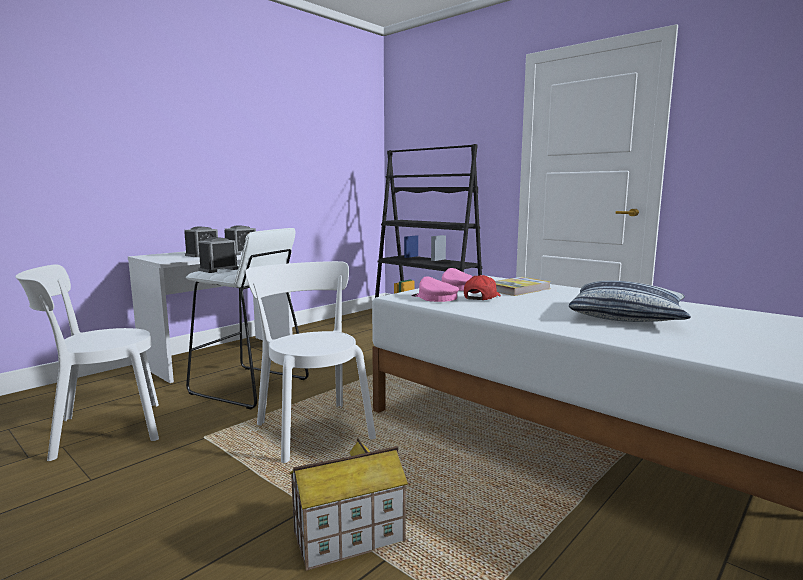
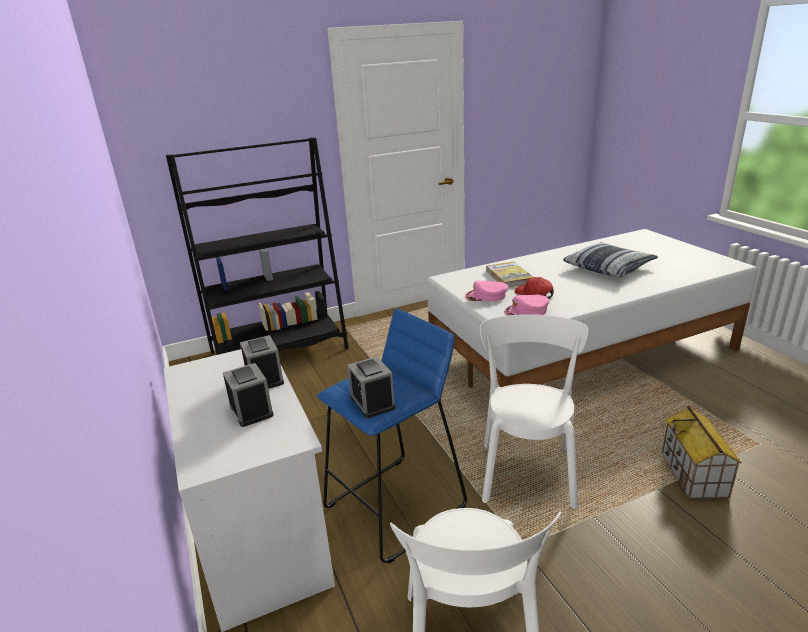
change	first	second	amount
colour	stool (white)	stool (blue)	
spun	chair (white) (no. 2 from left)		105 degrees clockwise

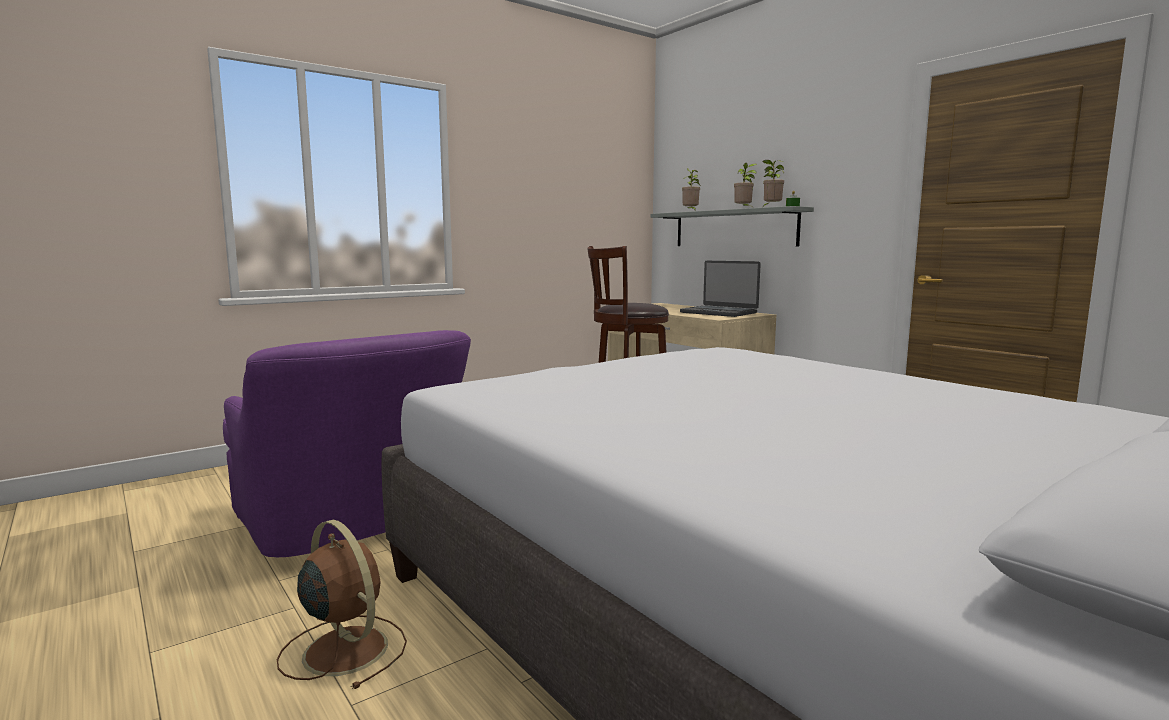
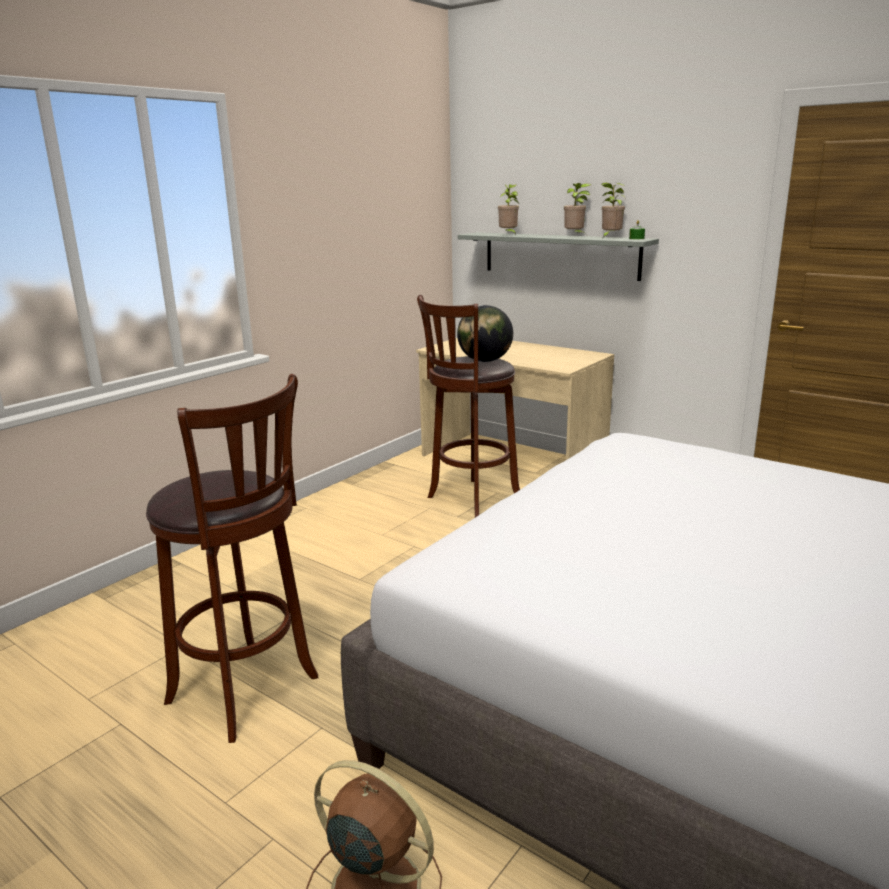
change	first	second	amount
missing	laptop		
appeared		globe	
exchanged	armchair (purple)	stool (brown) (no. 1 from left)	

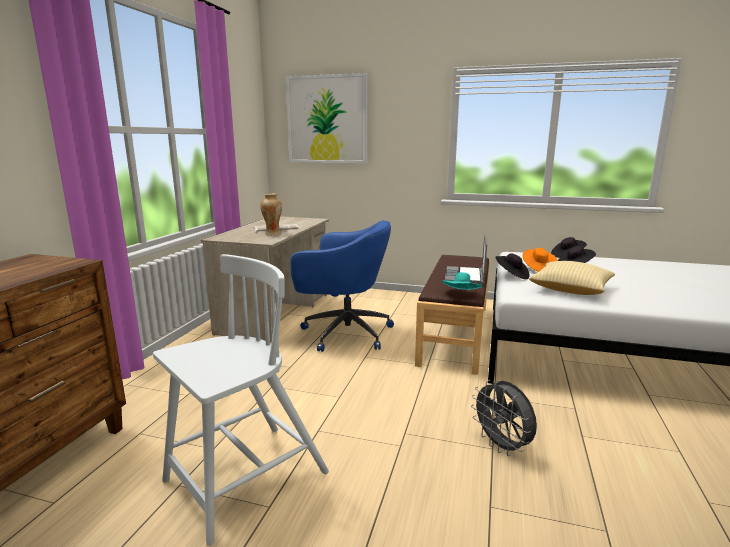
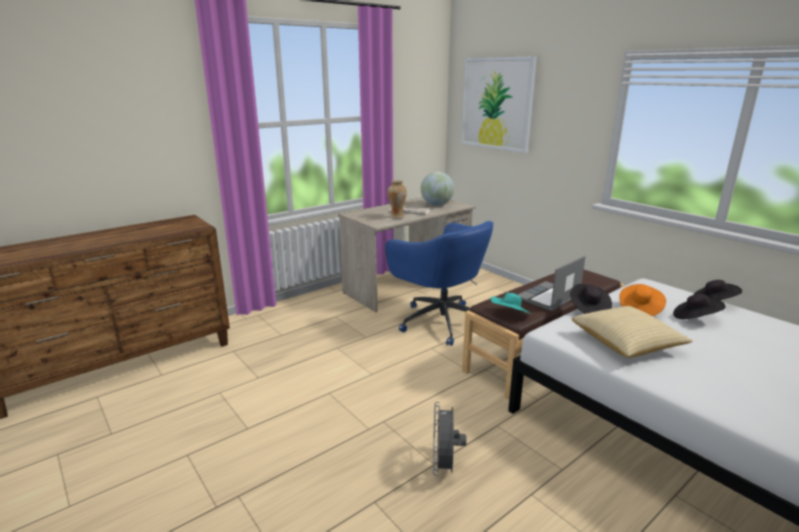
change	first	second	amount
missing	chair (white)		
appeared		globe	

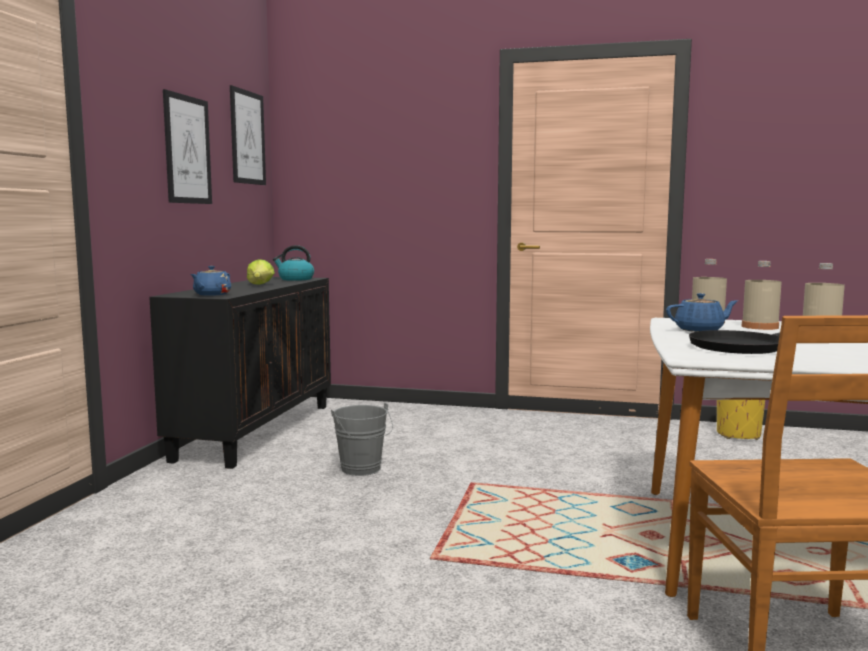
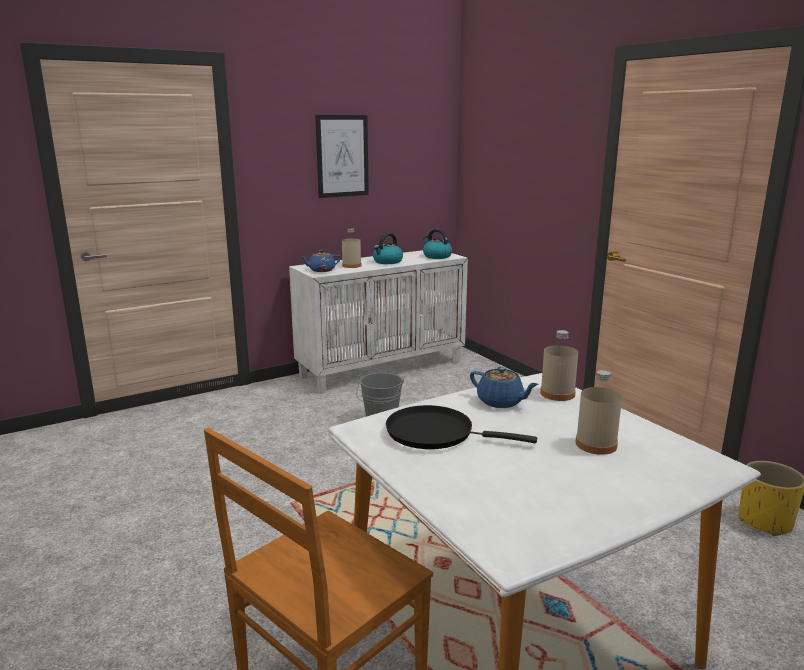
change	first	second	amount
missing	picture (no. 2 from left)		
relocated	bottle (beige) (no. 2 from left in the first image)	bottle (beige) (no. 1 from left)	
exchanged	lettuce	kettle (no. 1 from left)	
colour	cabinet (black)	cabinet (white)	

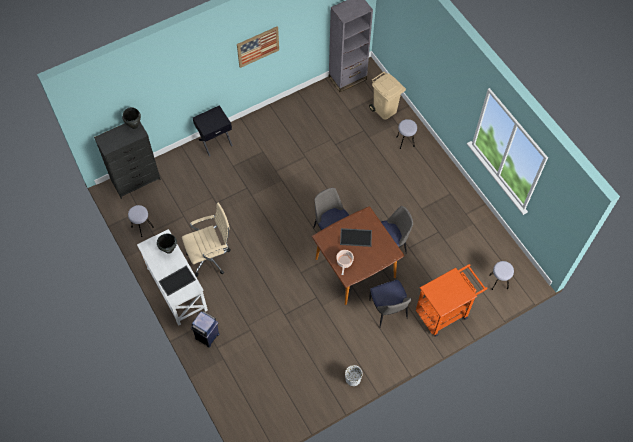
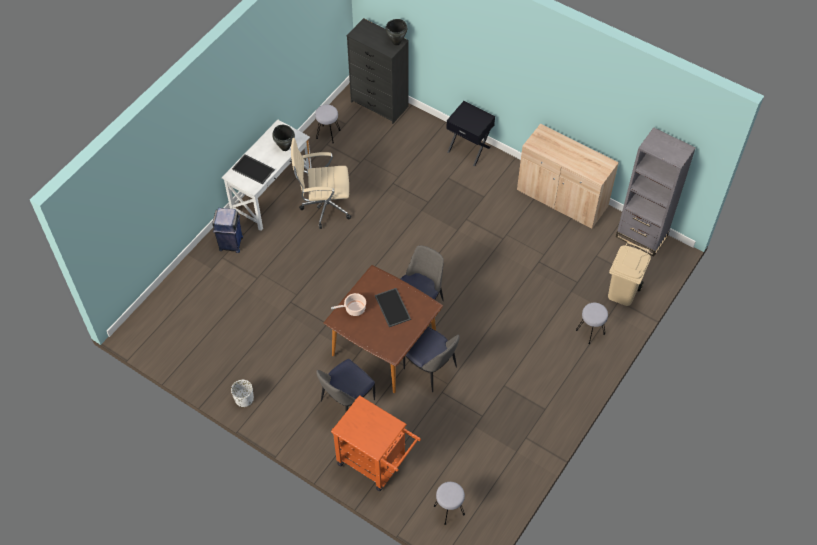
change	first	second	amount
missing	picture		
appeared		cabinet (beige)	
spun	office chair (beige)		135 degrees clockwise

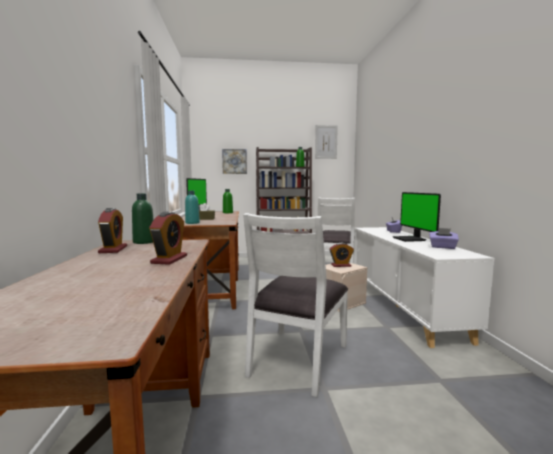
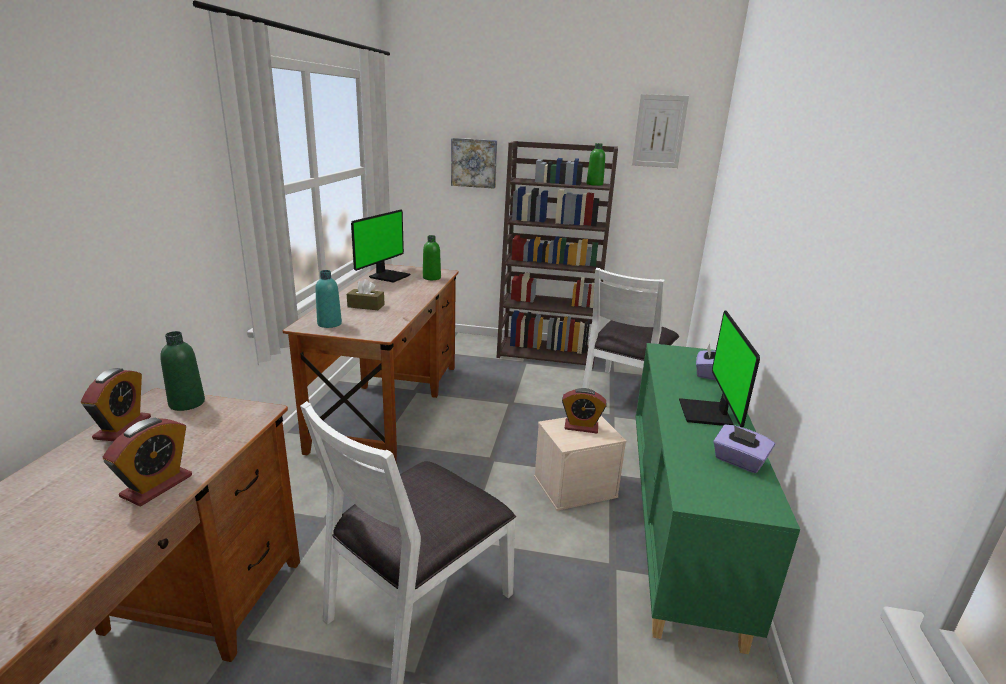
change	first	second	amount
colour	cabinet (white)	cabinet (green)	

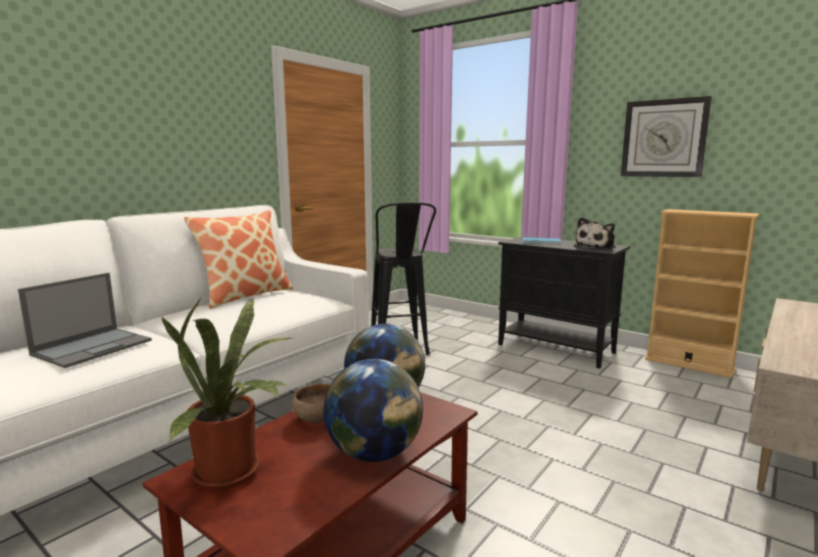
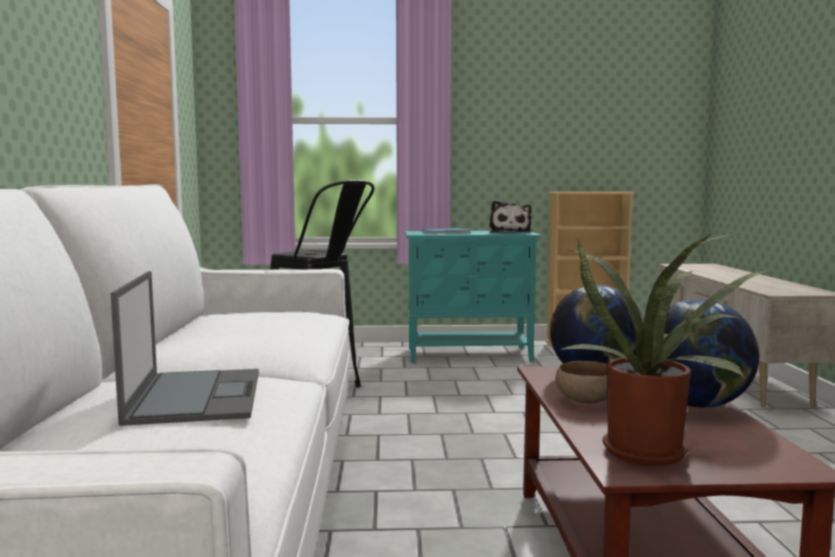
change	first	second	amount
missing	pillow		
missing	wall clock		
colour	cabinet (black)	cabinet (turquoise)	

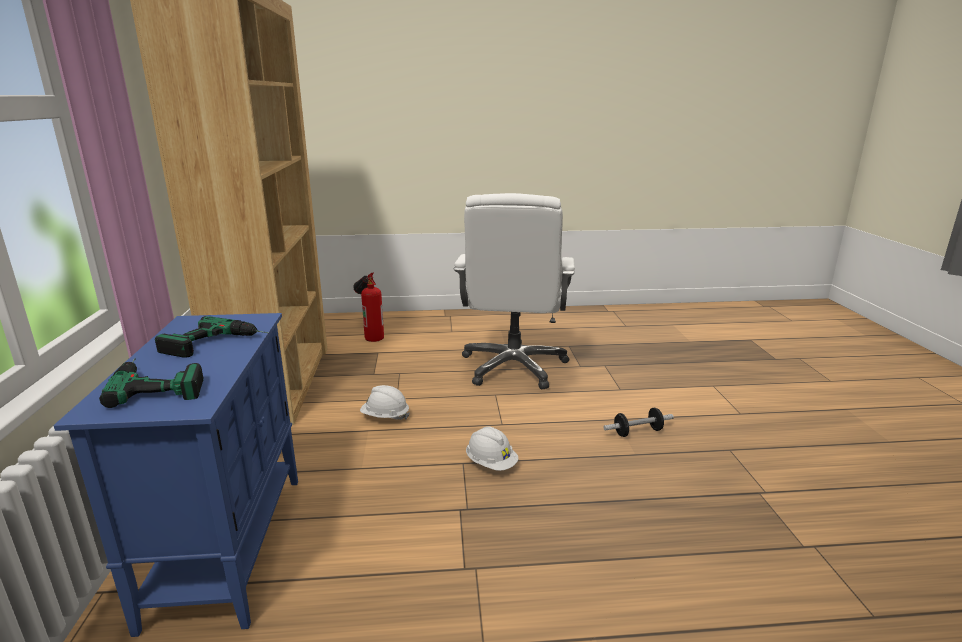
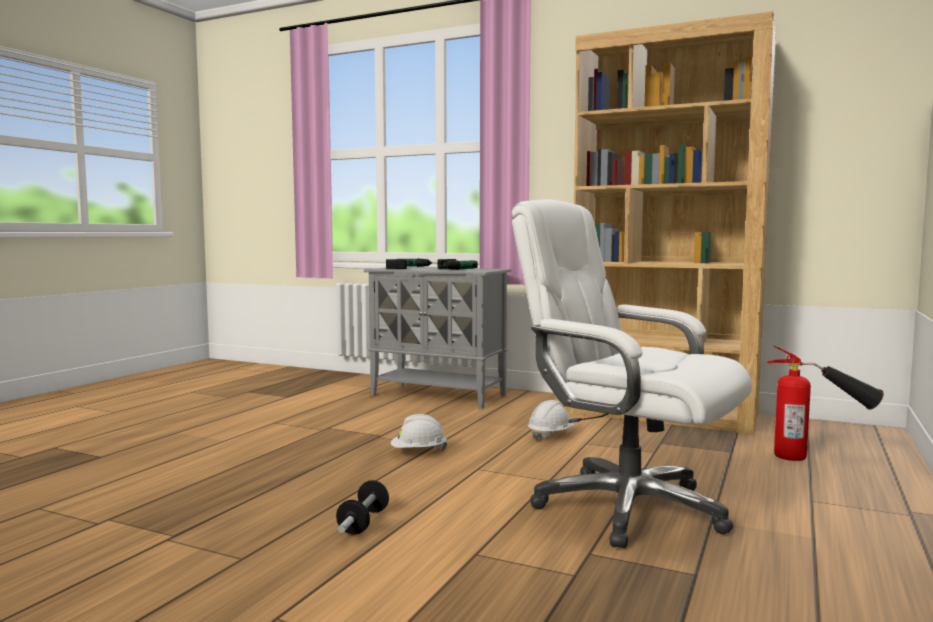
change	first	second	amount
colour	cabinet (blue)	cabinet (grey)	

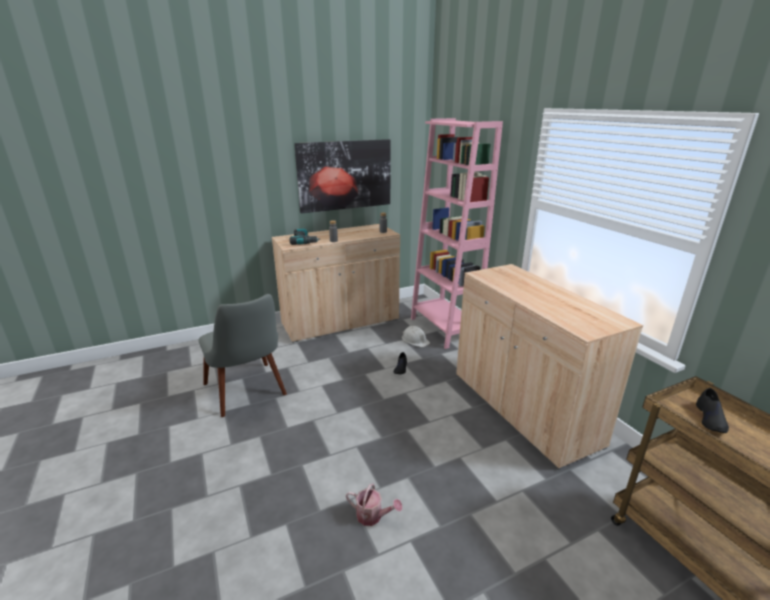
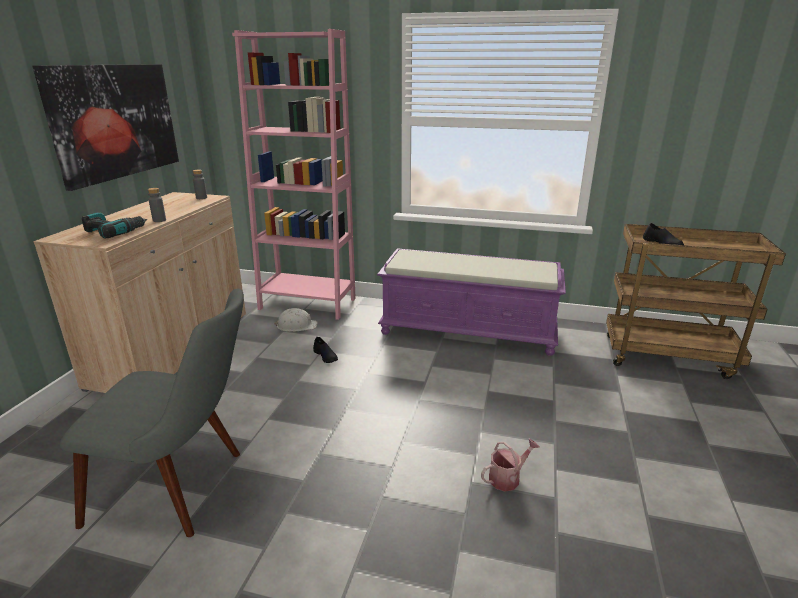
change	first	second	amount
exchanged	cabinet (beige) (no. 2 from left)	bench (purple)	

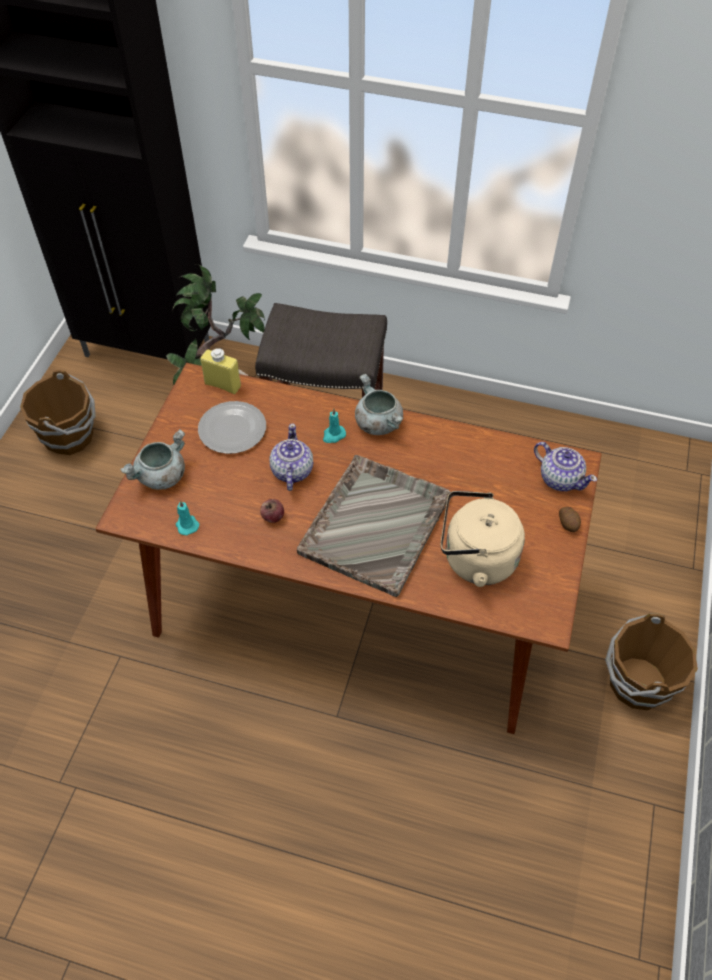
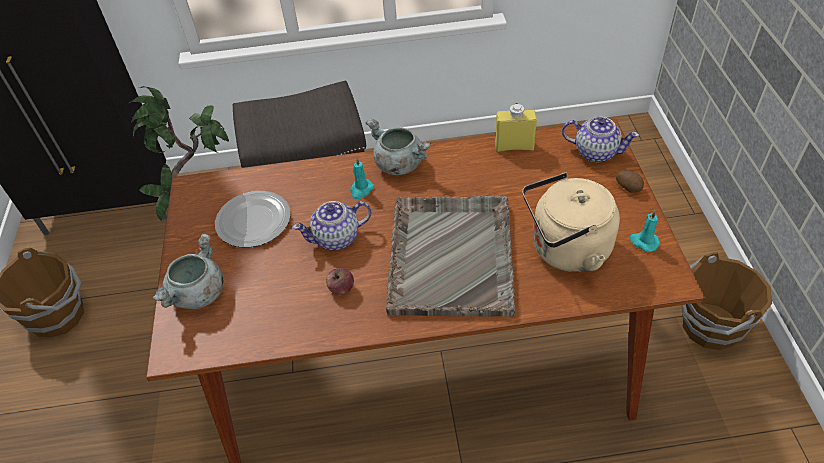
change	first	second	amount
relocated	candle (turquoise) (no. 1 from left in the first image)	candle (turquoise) (no. 2 from left)	
relocated	bottle (yellow)		
spun	teapot (no. 1 from left)		90 degrees counterclockwise

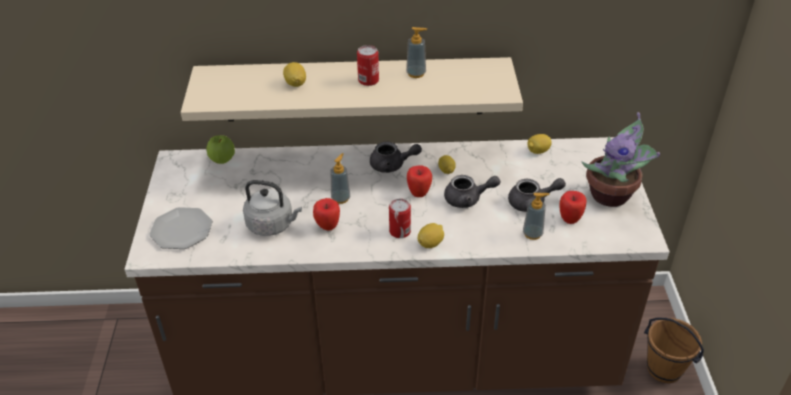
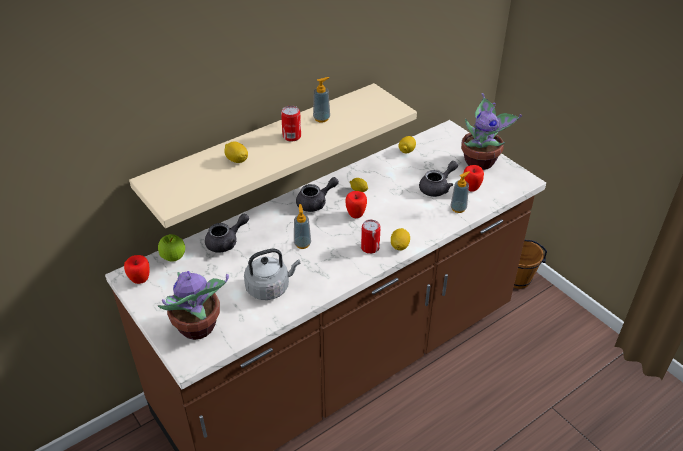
change	first	second	amount
relocated	apple (no. 2 from left in the first image)	apple (no. 1 from left)	
relocated	teapot (grey) (no. 2 from left in the first image)	teapot (grey) (no. 1 from left)	
exchanged	plate	potted plant (no. 1 from left)	

